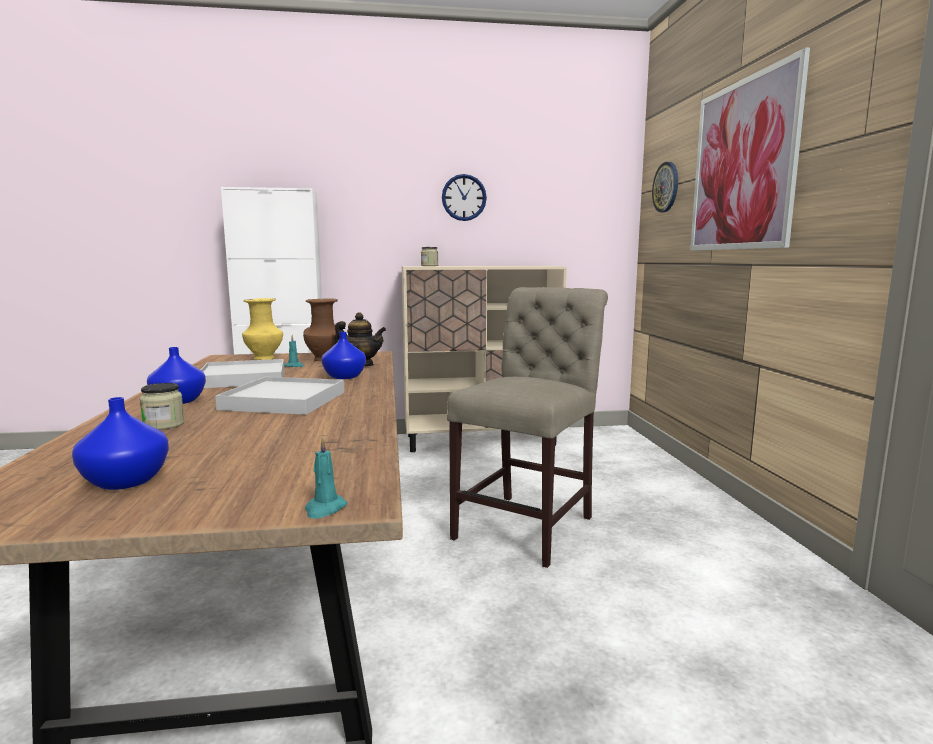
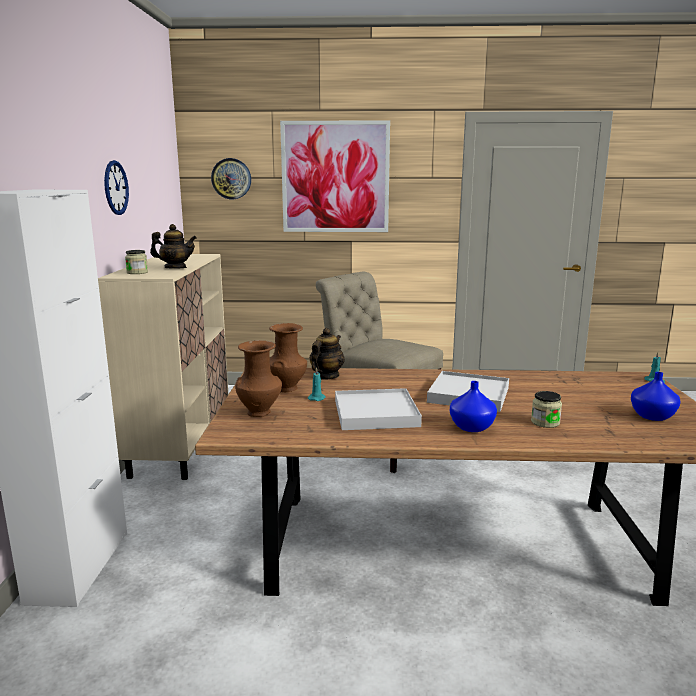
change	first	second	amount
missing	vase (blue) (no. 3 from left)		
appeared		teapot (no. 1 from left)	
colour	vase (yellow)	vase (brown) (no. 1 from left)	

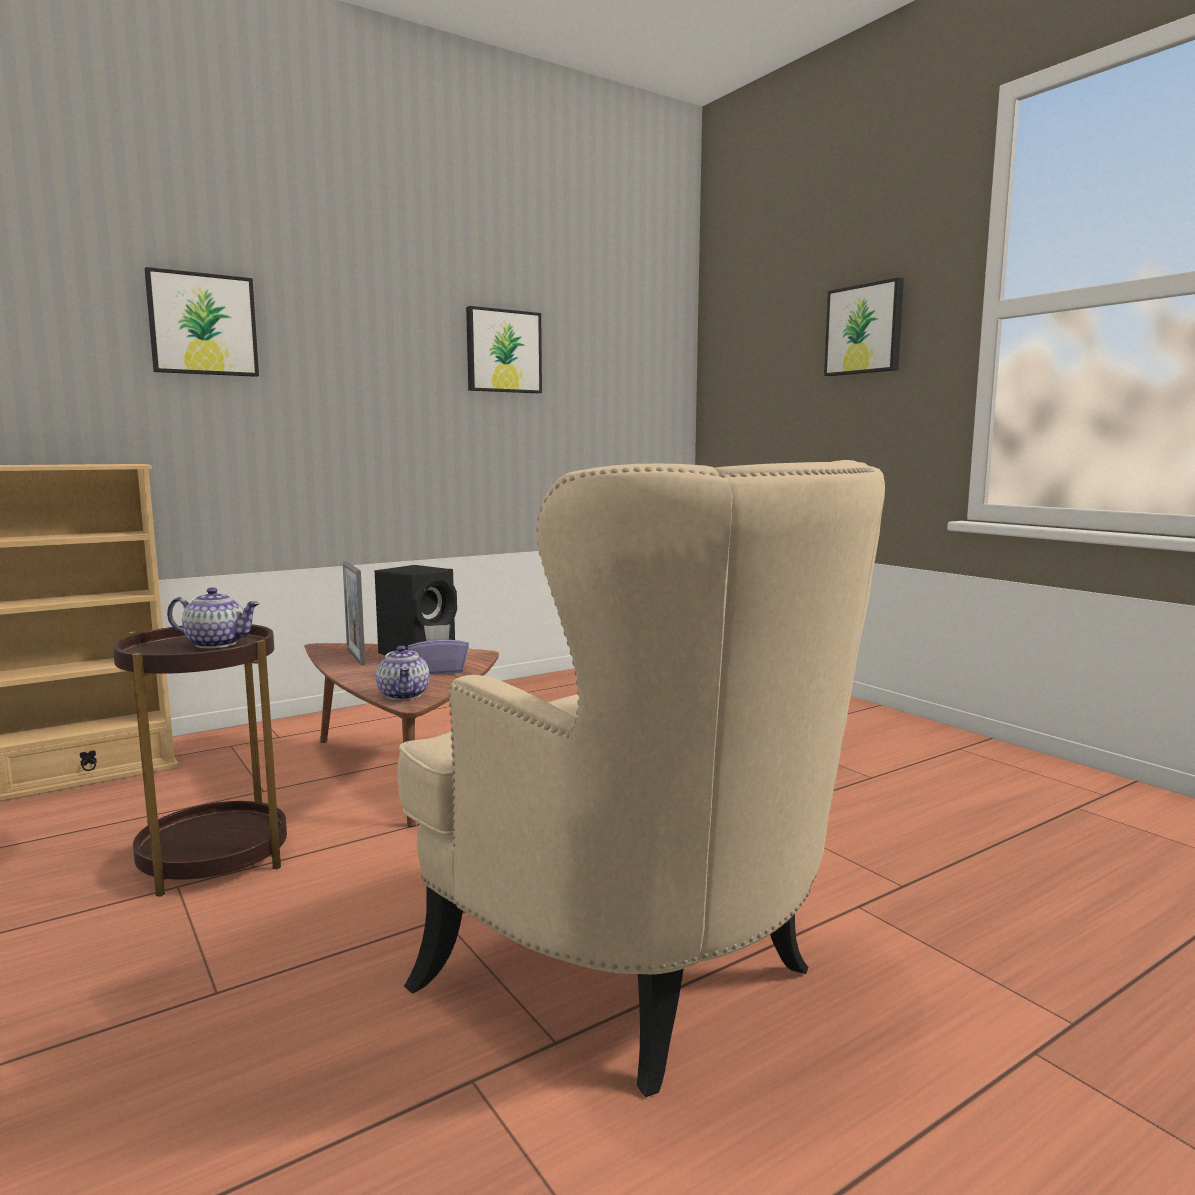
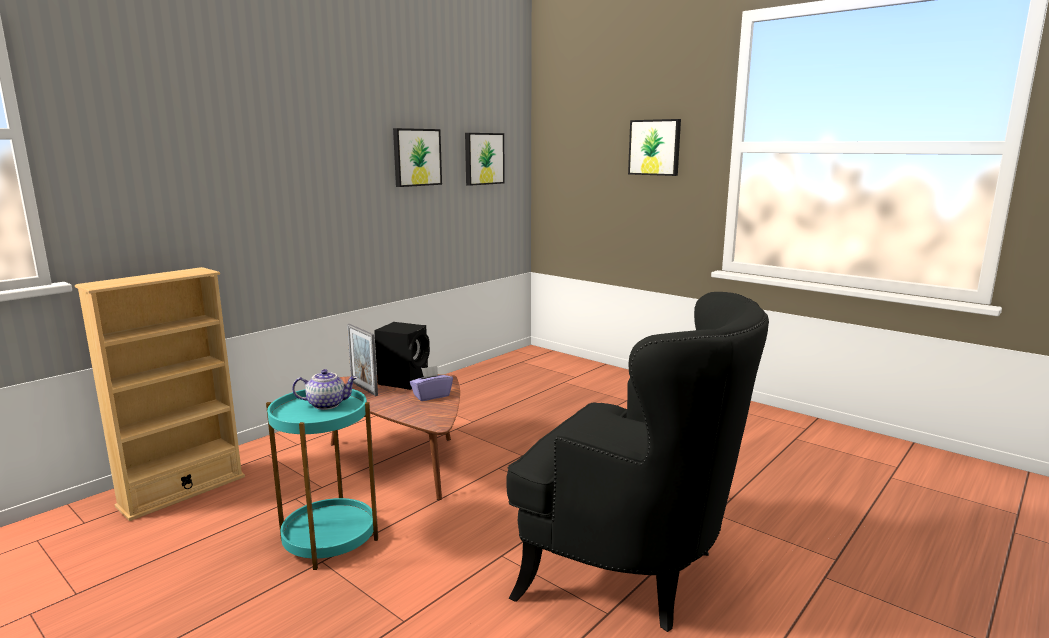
change	first	second	amount
missing	teapot (no. 2 from left)		
relocated	picture (no. 1 from left in the first image)	picture (no. 2 from left)	
colour	side table (brown)	side table (turquoise)	
colour	armchair (beige)	armchair (black)	

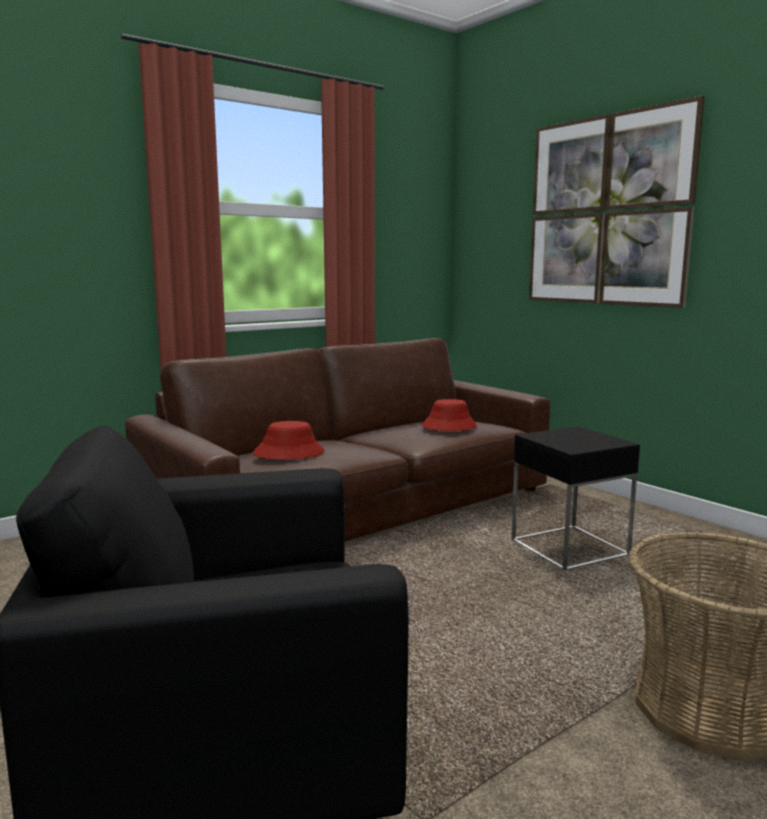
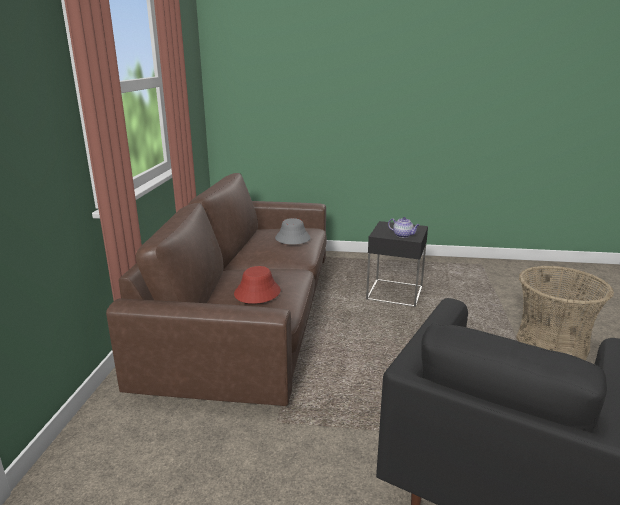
change	first	second	amount
missing	picture		
appeared		teapot	
colour	hat (red) (no. 2 from left)	hat (grey)	

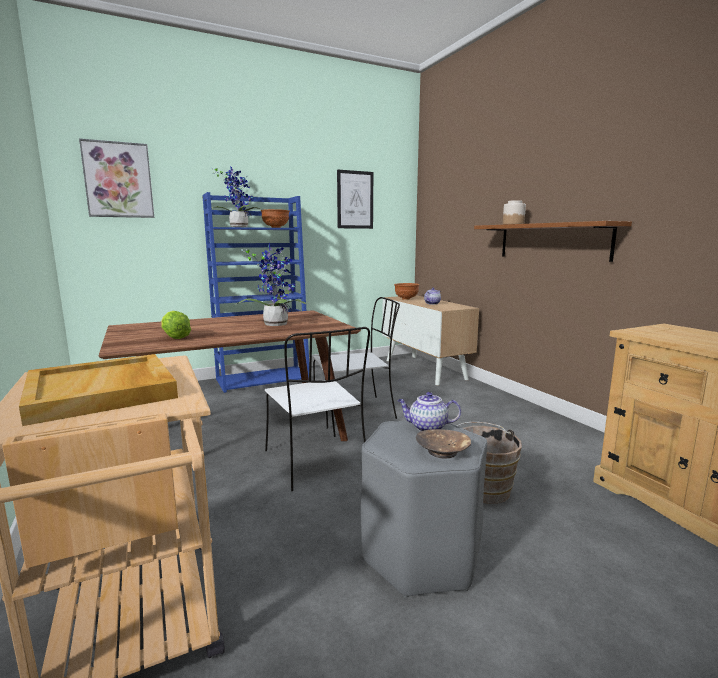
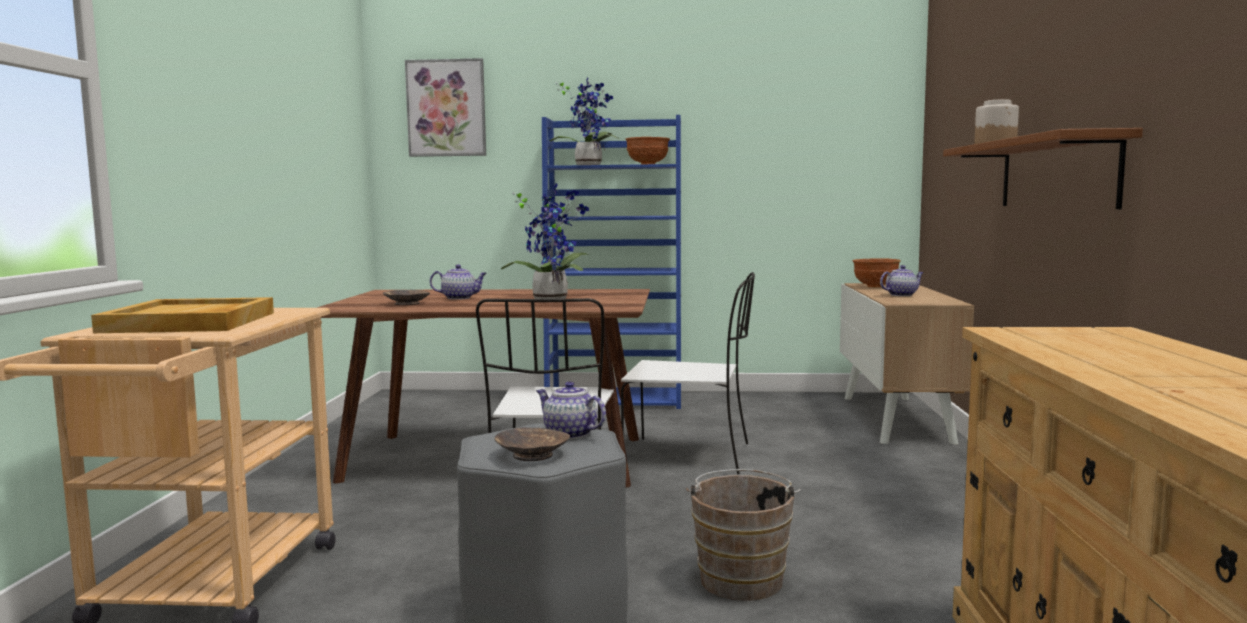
change	first	second	amount
missing	picture (no. 2 from left)		
appeared		teapot (no. 1 from left)	
exchanged	lettuce	bowl (brown) (no. 1 from left)	

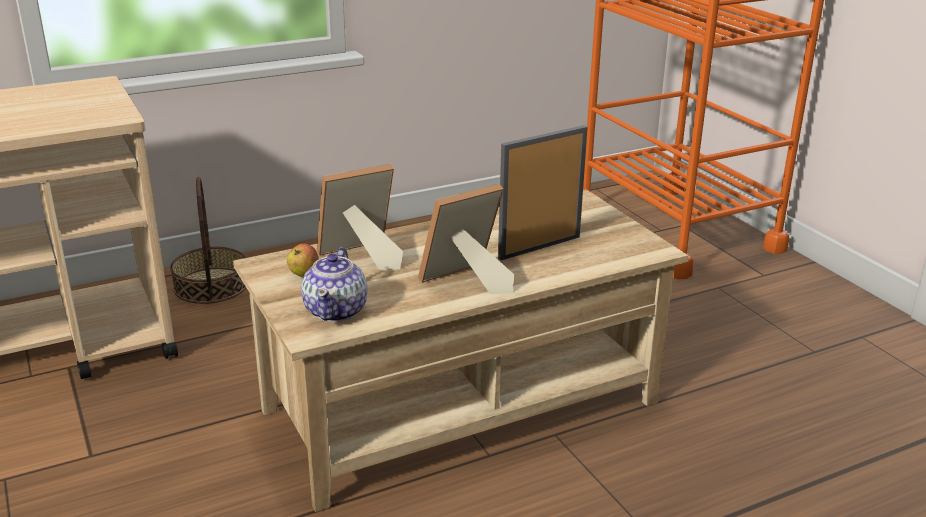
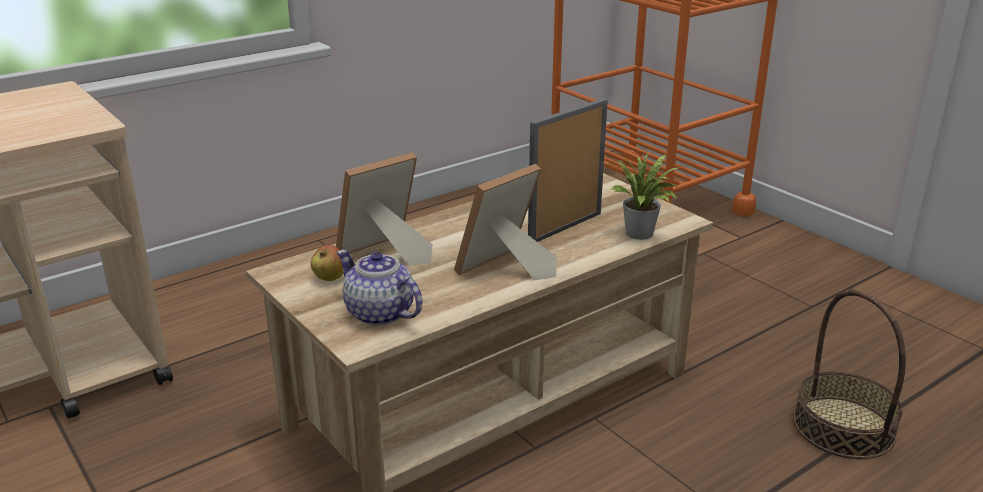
change	first	second	amount
appeared		potted plant	
relocated	basket		
spun	teapot		135 degrees clockwise

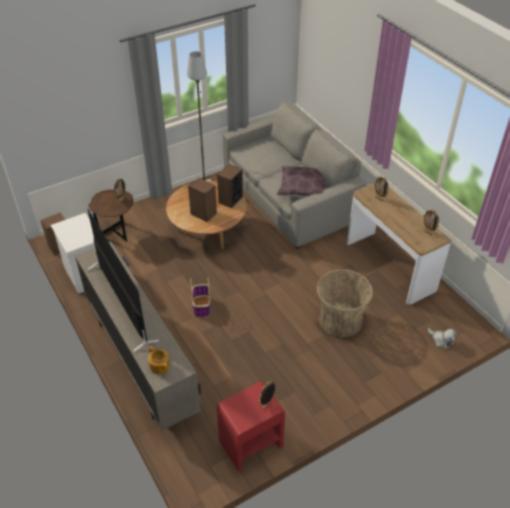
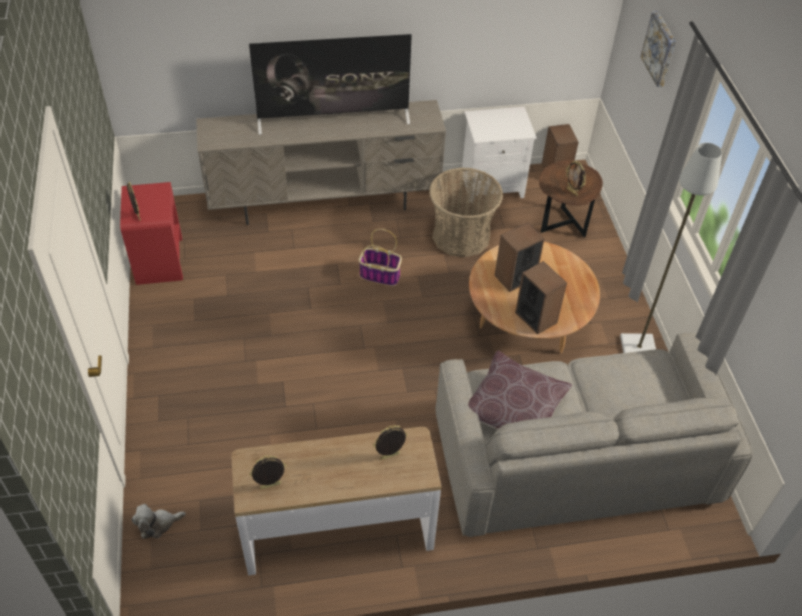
change	first	second	amount
missing	teapot		
appeared		picture	
relocated	basket (no. 2 from left)		

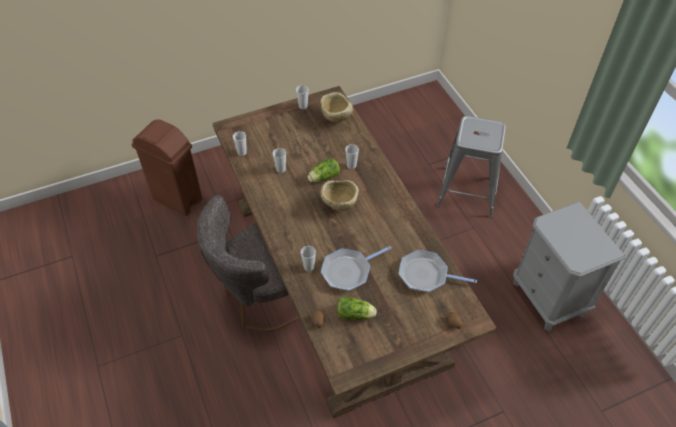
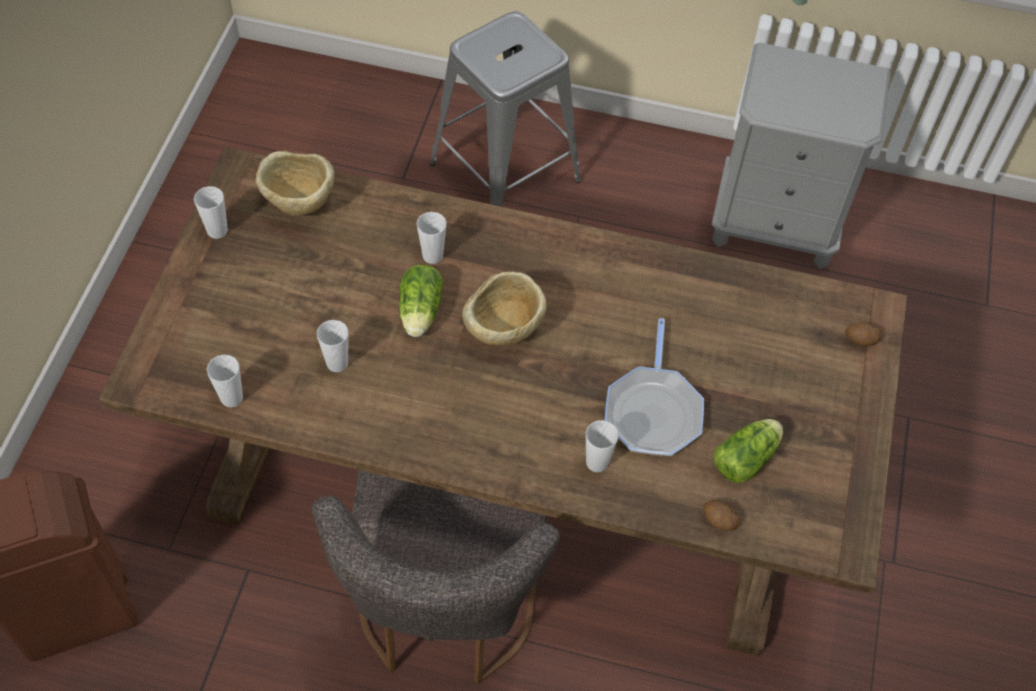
change	first	second	amount
missing	frying pan (no. 2 from left)		

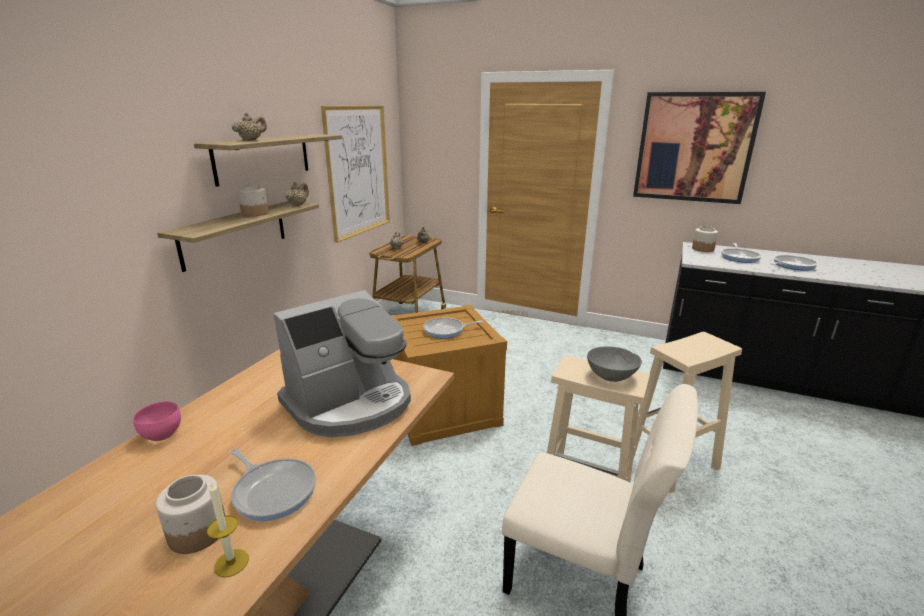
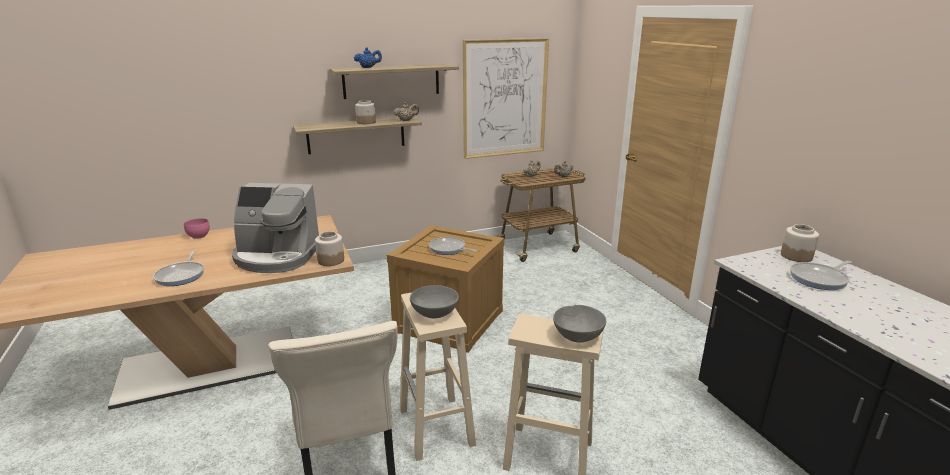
change	first	second	amount
missing	candle		
missing	picture (no. 2 from left)		
missing	frying pan (no. 4 from left)		
appeared		bowl (grey) (no. 2 from left)	
relocated	jar (no. 1 from left)		
colour	teapot (beige) (no. 1 from left)	teapot (blue)	

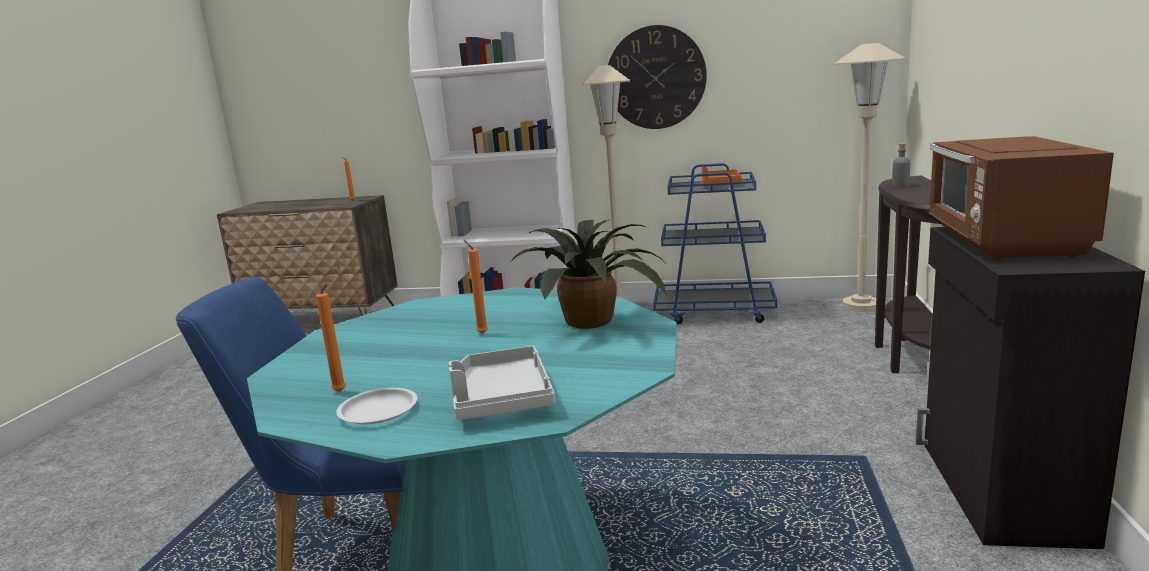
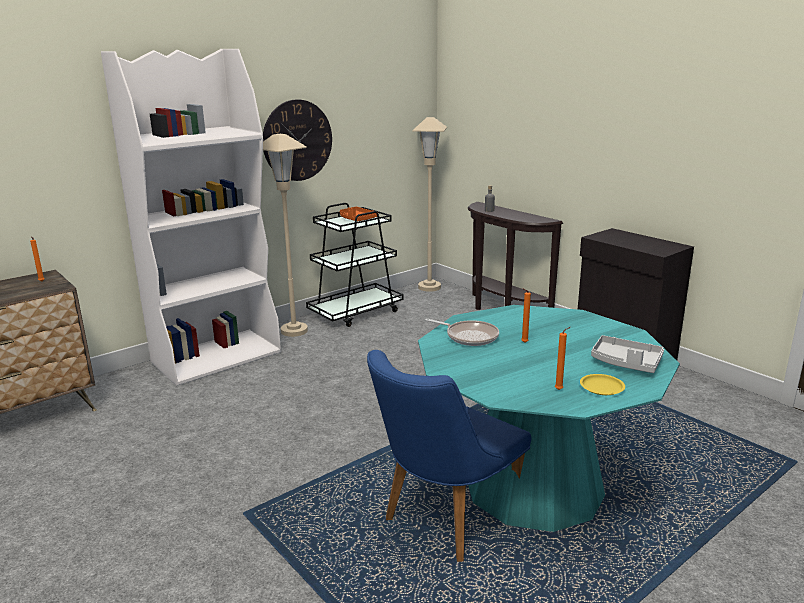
change	first	second	amount
missing	potted plant		
missing	microwave (brown)		
appeared		frying pan	
colour	plate (white)	plate (yellow)	
colour	cart (blue)	cart (black)	

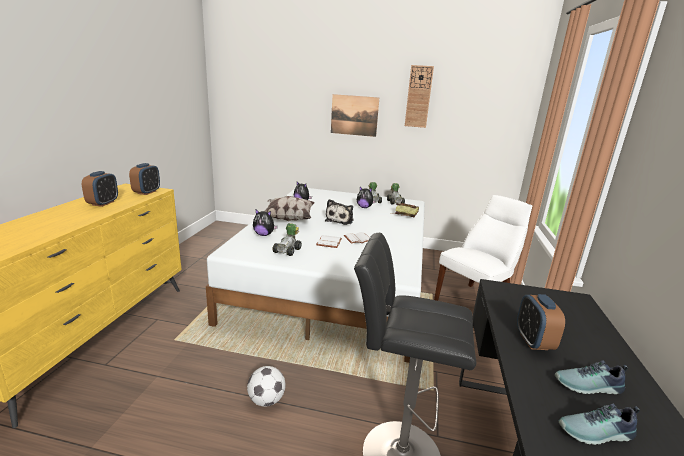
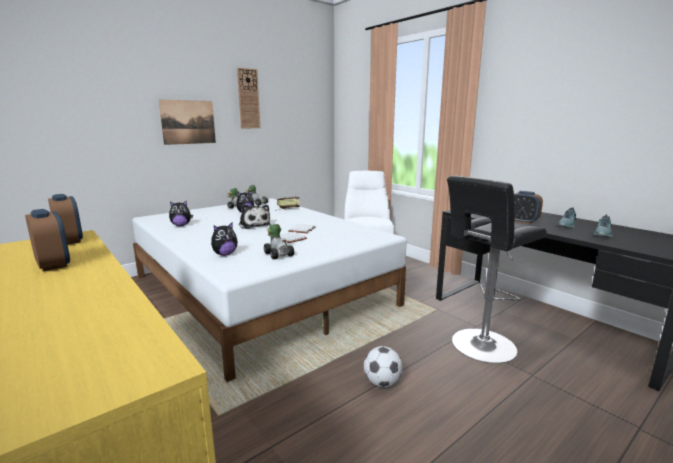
change	first	second	amount
missing	pillow		

